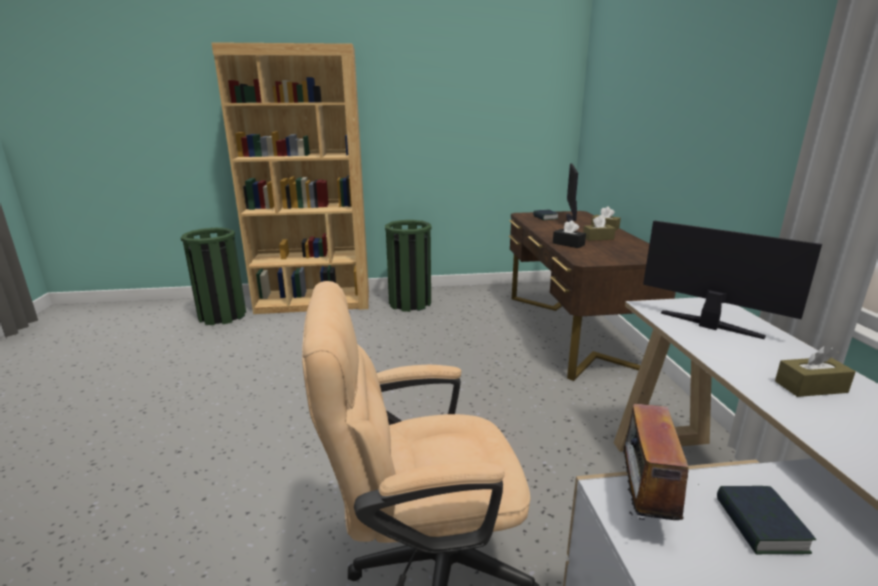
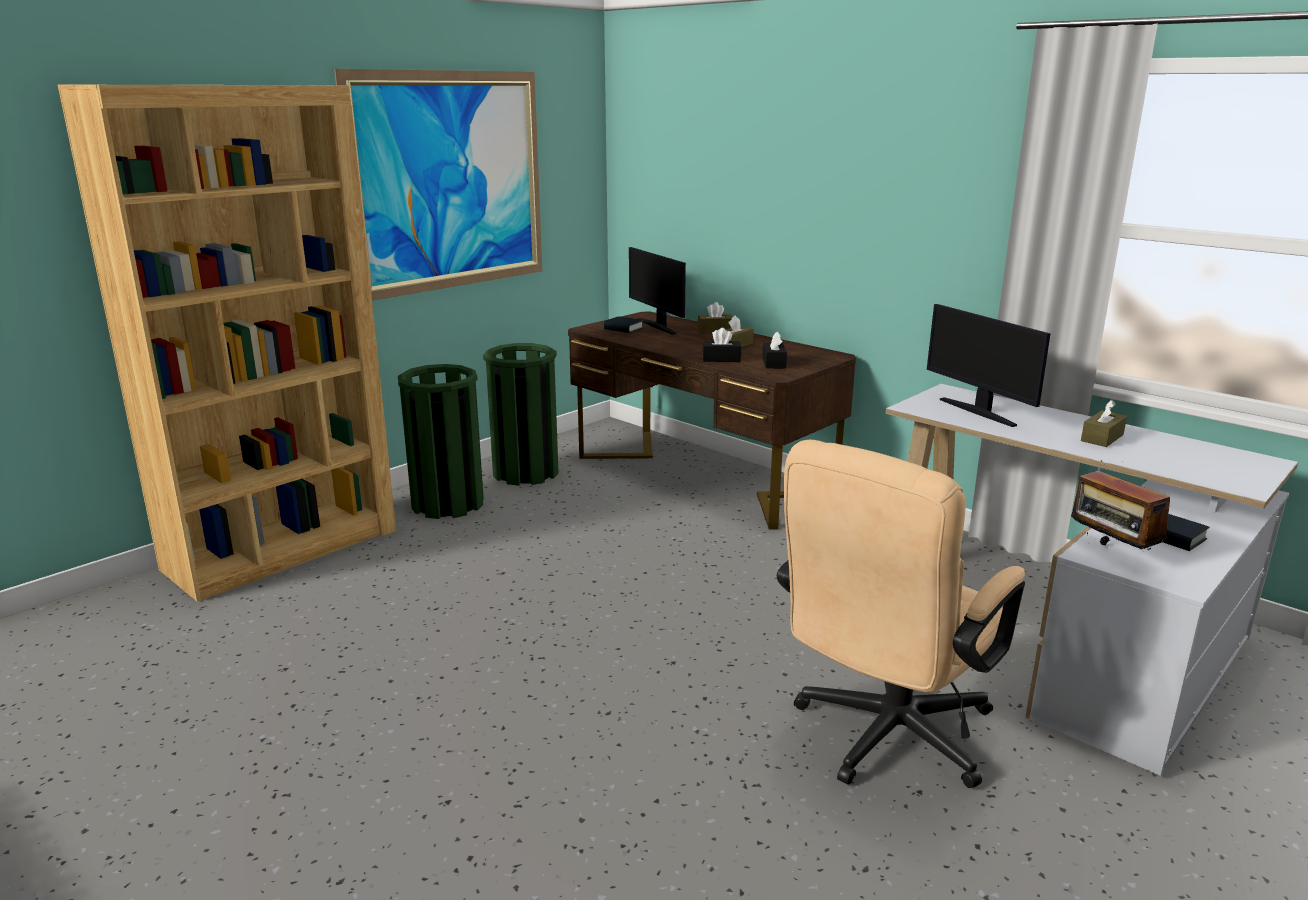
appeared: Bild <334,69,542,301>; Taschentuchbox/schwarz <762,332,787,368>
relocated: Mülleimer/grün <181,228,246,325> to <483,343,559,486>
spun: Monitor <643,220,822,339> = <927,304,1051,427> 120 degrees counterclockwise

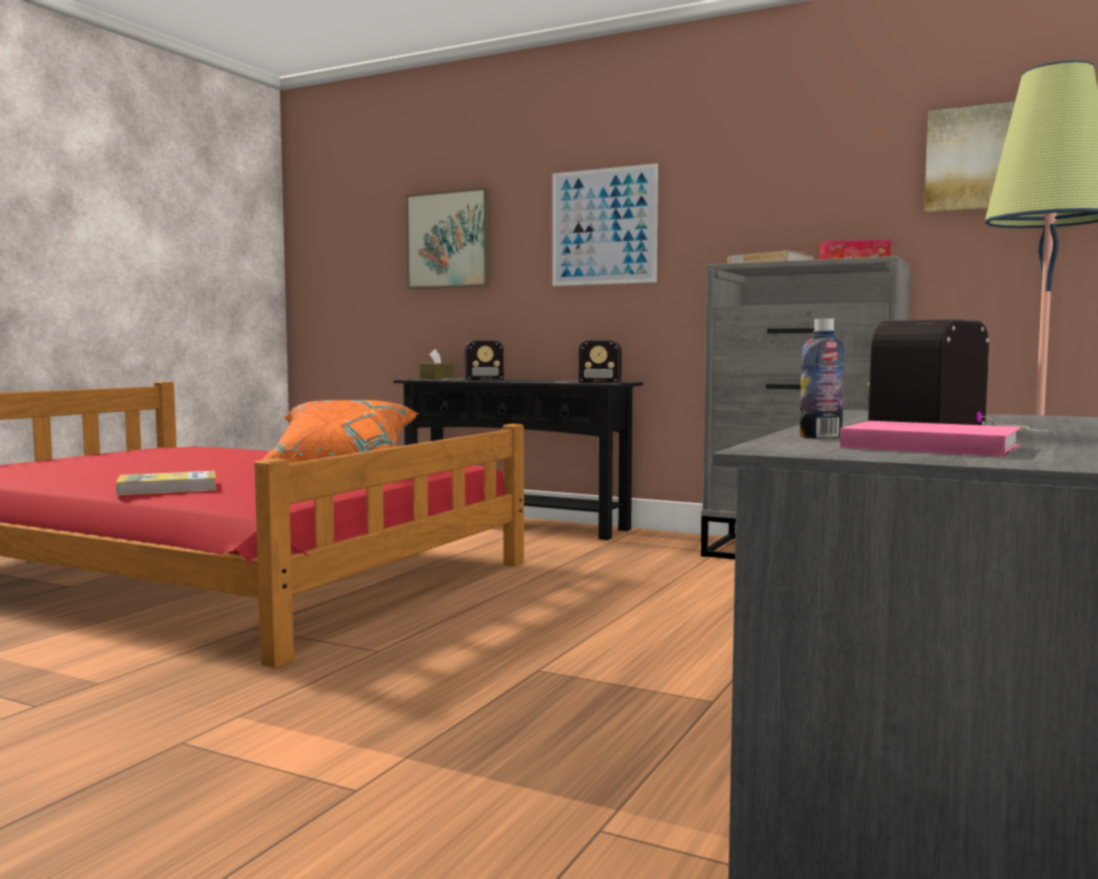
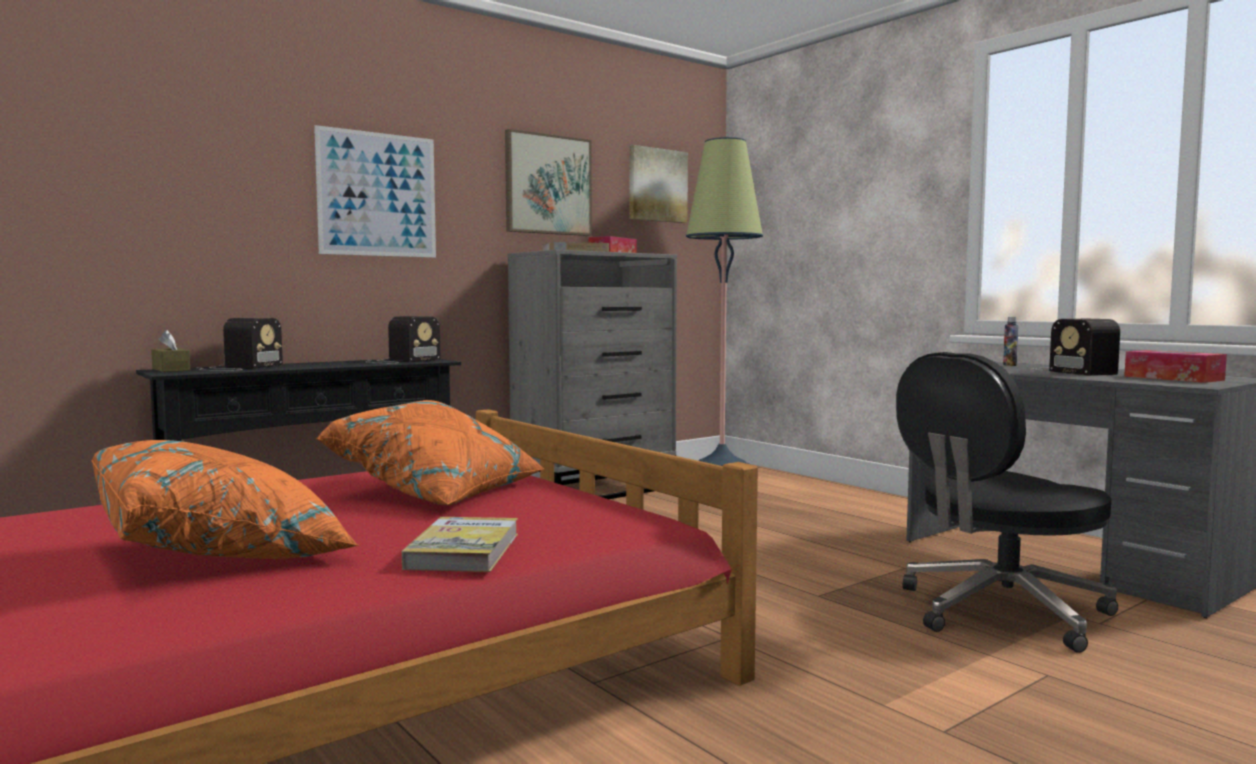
appeared: Kissen/orange <92,440,359,559>; Bürostuhl/schwarz <896,352,1118,653>
relocated: Bild <406,187,490,289> to <505,129,592,236>; Flasche <800,318,845,438> to <1003,317,1018,366>
exchanged: Buch/rosa <840,421,1020,457> to Taschentuchbox <1124,350,1227,383>

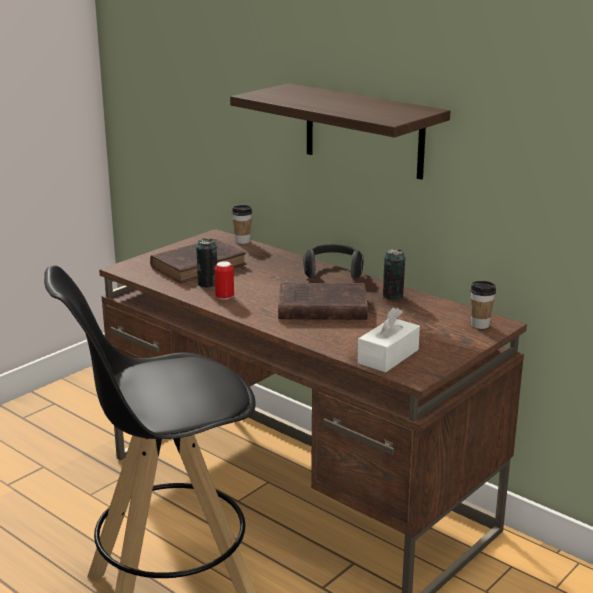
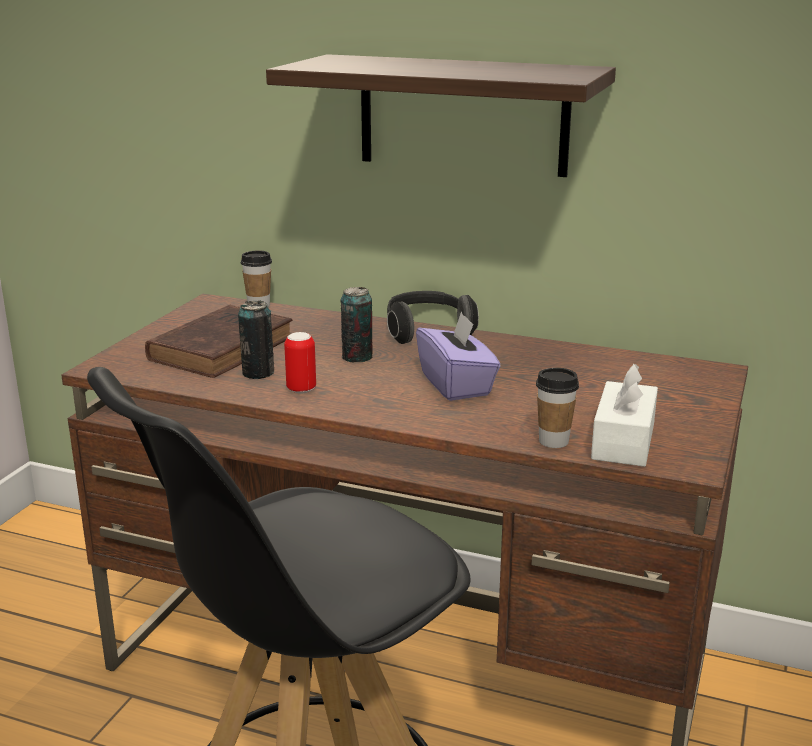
relocated: Dose <382,249,405,300> to <341,287,373,362>; Tasse <470,281,496,329> to <536,368,579,448>
exchanged: Buch/braun <278,283,368,320> to Taschentuchbox/lila <416,311,500,401>

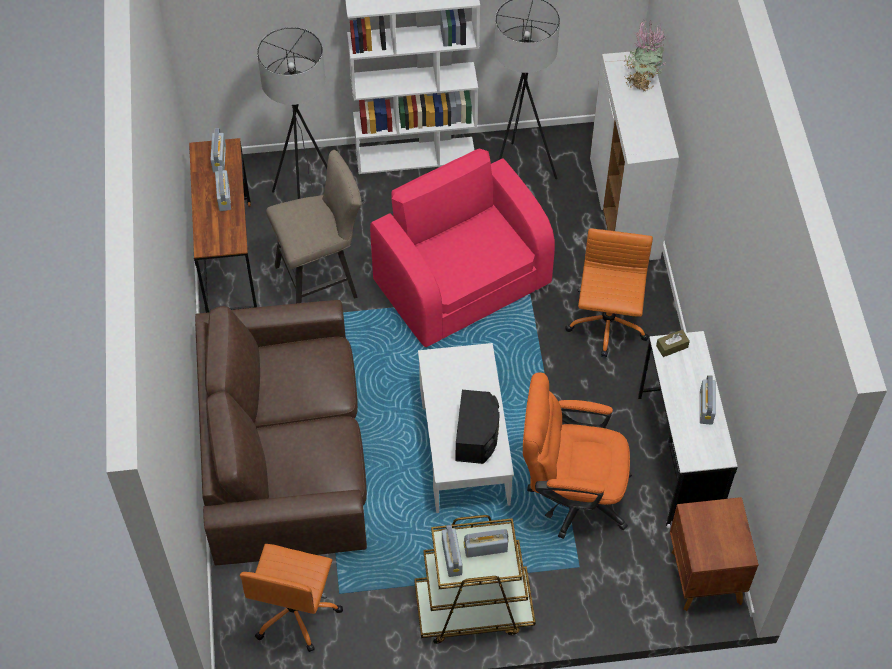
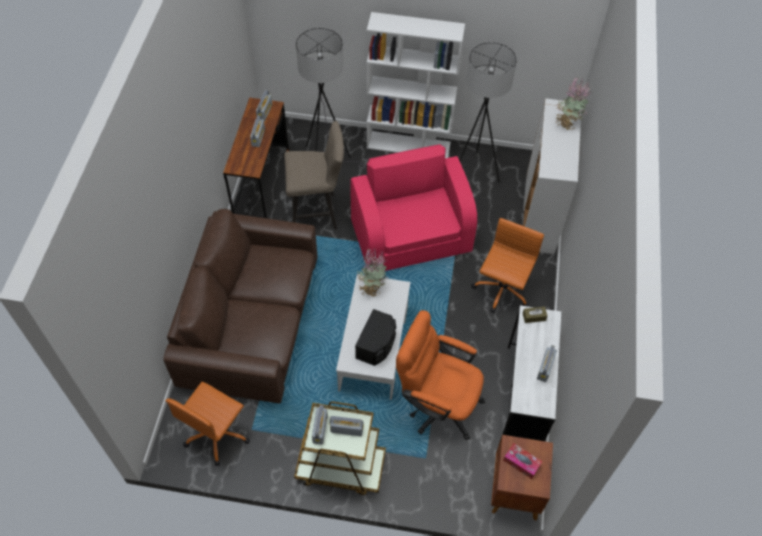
appeared: Topfpflanze <357,247,388,297>; Taschentuchbox <503,443,543,479>

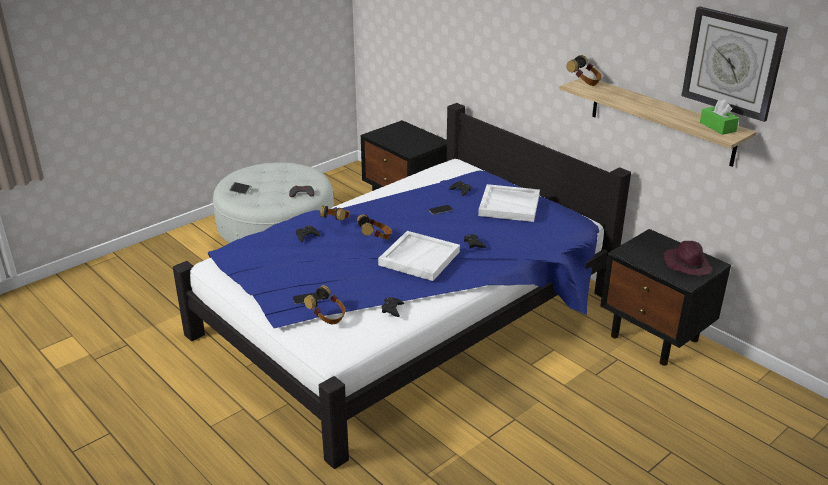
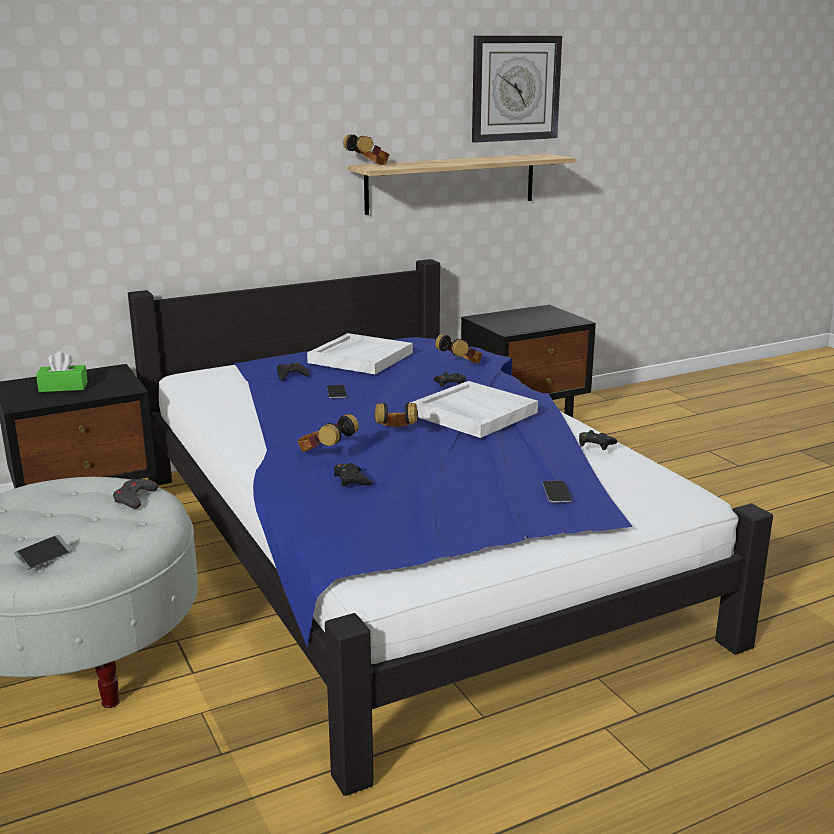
missing: Hut/lila <664,241,713,276>
relocated: Kopfhörer <304,285,346,324> to <435,334,483,363>; Taschentuchbox/grün <700,99,739,135> to <36,351,88,392>

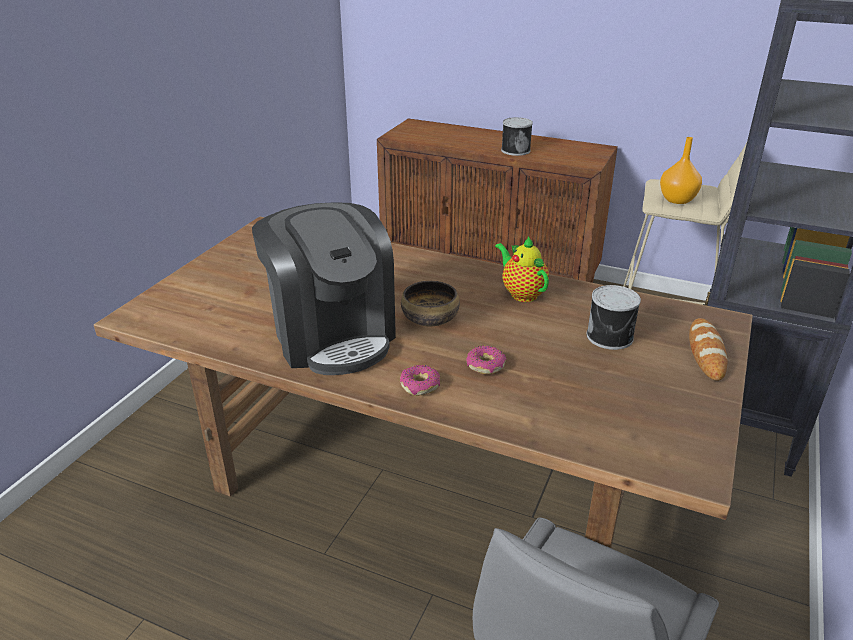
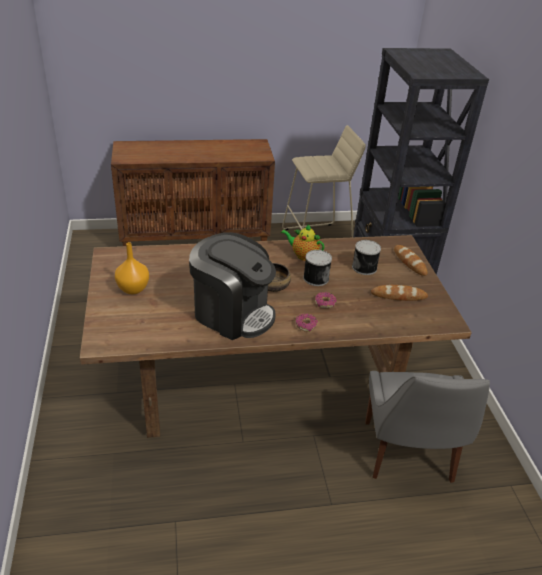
appeared: Brot <371,285,428,301>
relocated: Dose <501,117,533,156> to <303,250,332,286>; Vase/orange <660,137,702,204> to <115,242,149,294>

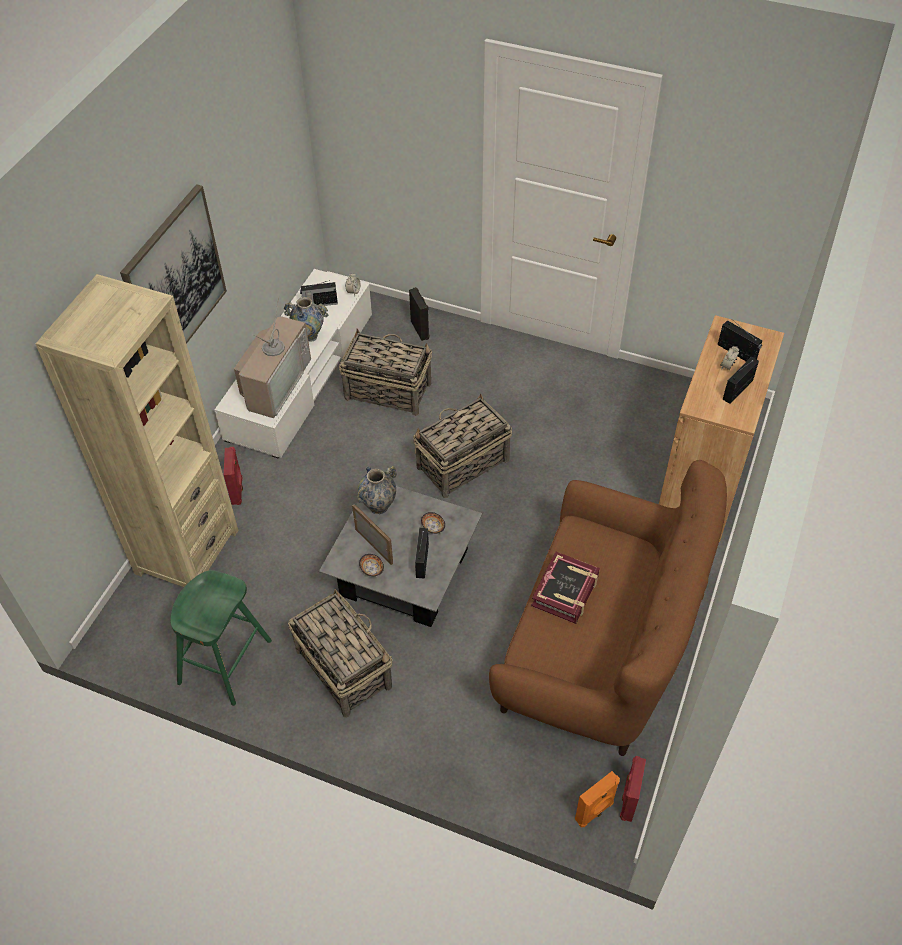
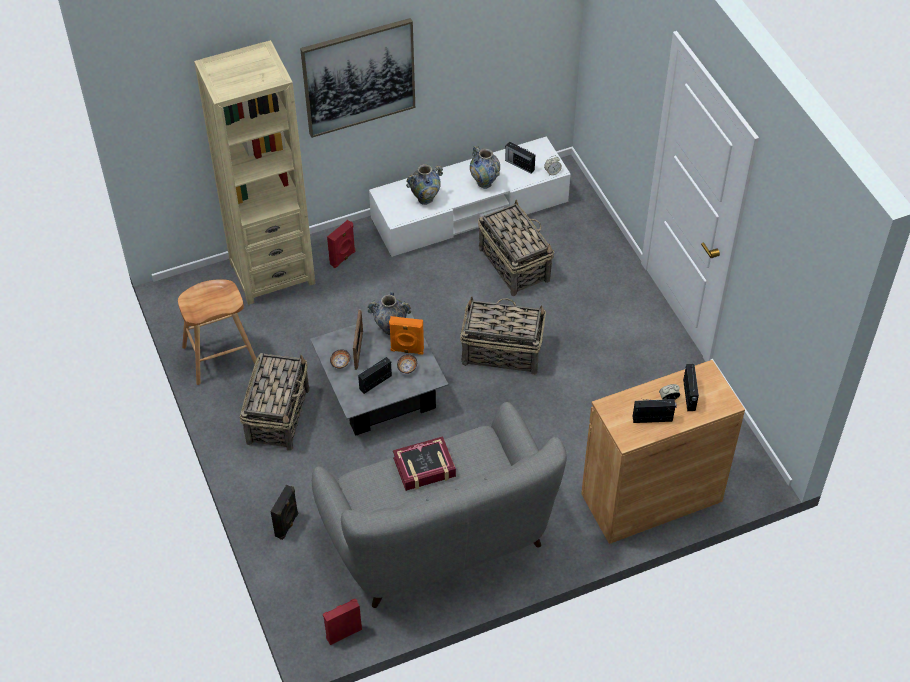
relocated: Lautsprecher/schwarz <409,287,429,341> to <270,485,298,540>; Lautsprecher/orange <575,771,620,828> to <389,316,424,355>
exchanged: Fernseher <234,298,311,418> to Vase <406,164,443,205>
colour: Hocker/grün <170,570,272,706> to Hocker/braun <178,279,257,385>; Sofa/braun <489,460,727,756> to Sofa/grau <312,402,567,608>

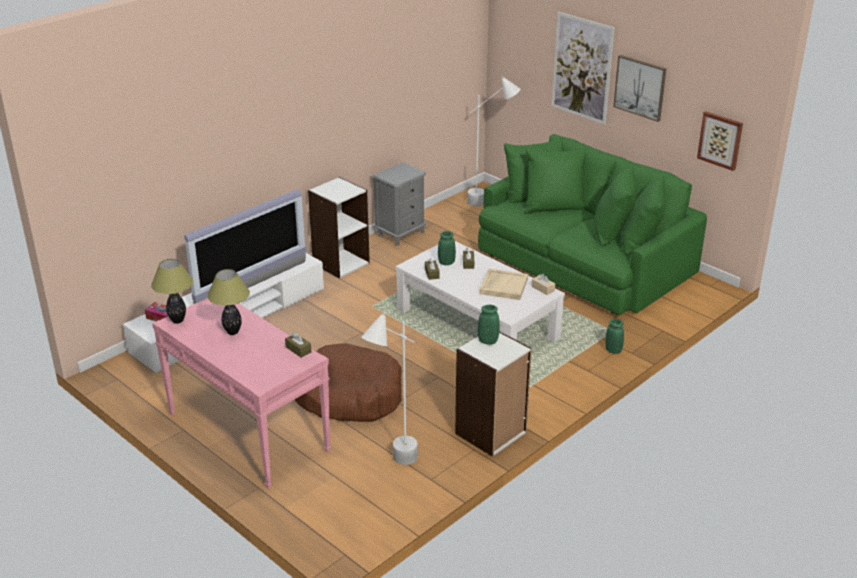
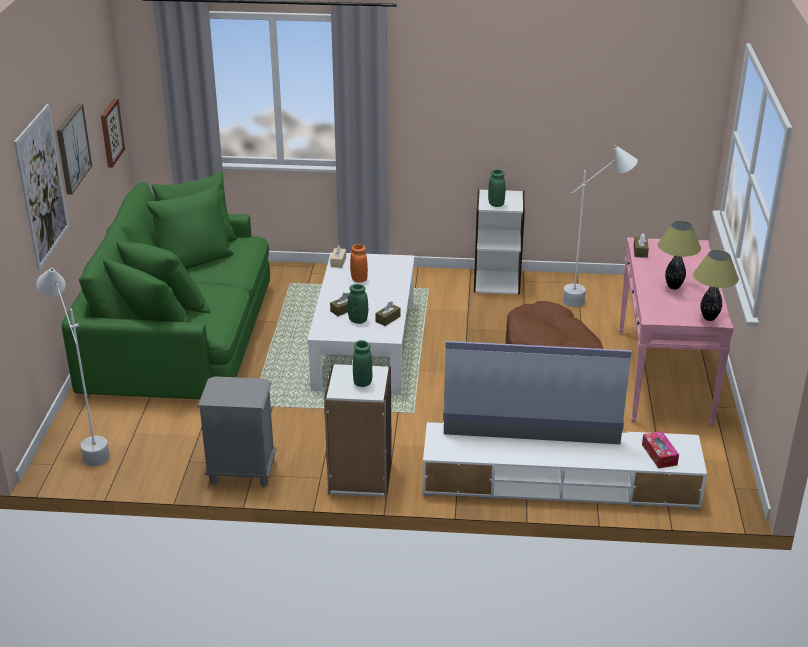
relocated: Vase/grün <605,319,624,354> to <353,340,372,387>
exchanged: Tablett/beige <479,269,528,300> to Vase/orange <350,244,368,283>

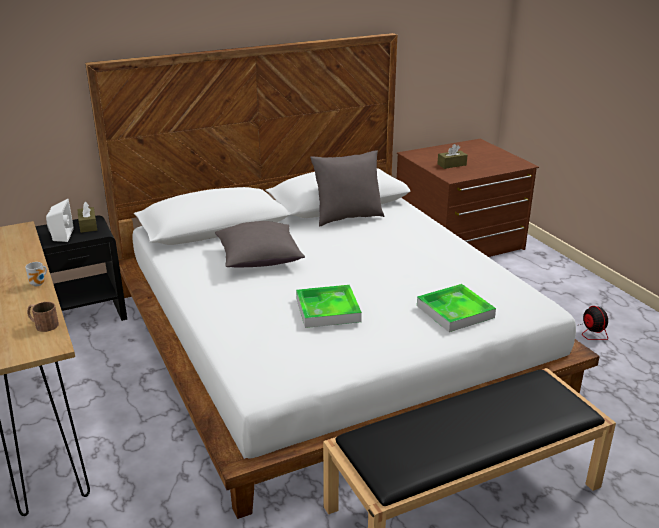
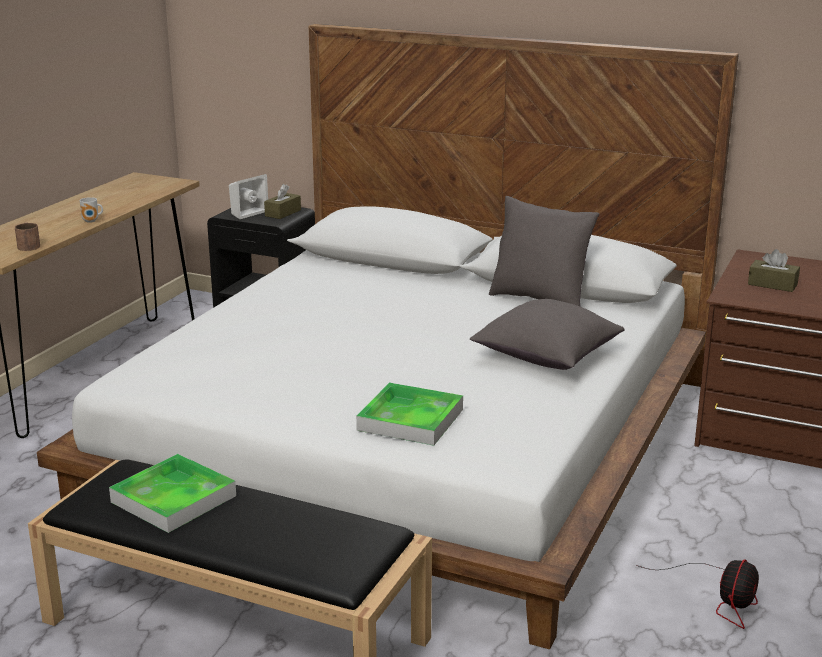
relocated: Kissen/grau <215,221,305,268> to <470,299,625,370>; Tablett <296,285,362,328> to <109,454,236,533>

